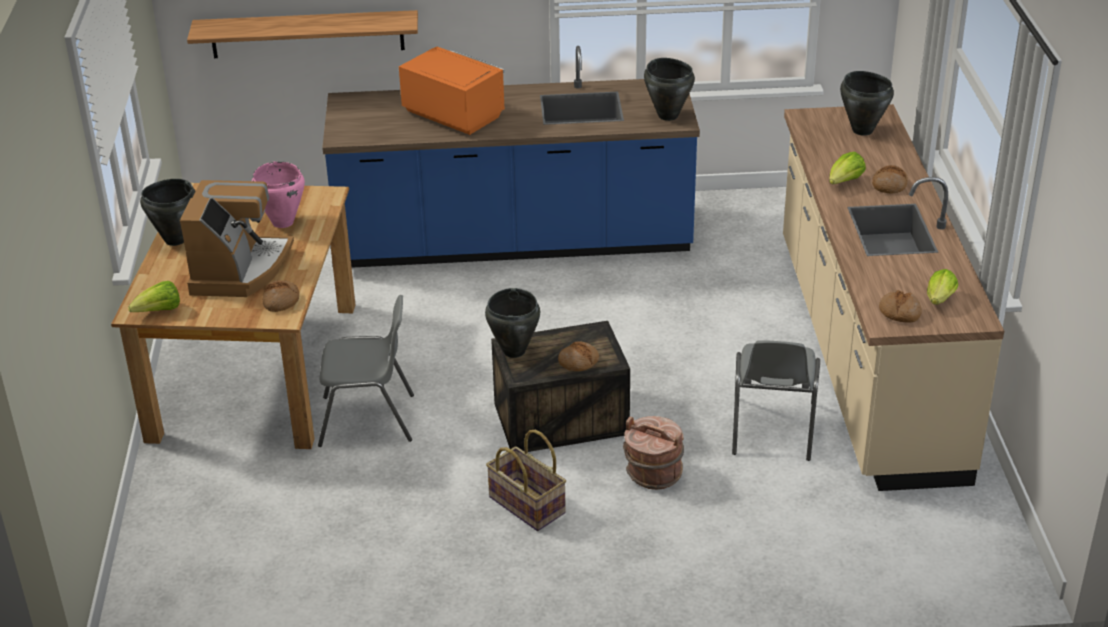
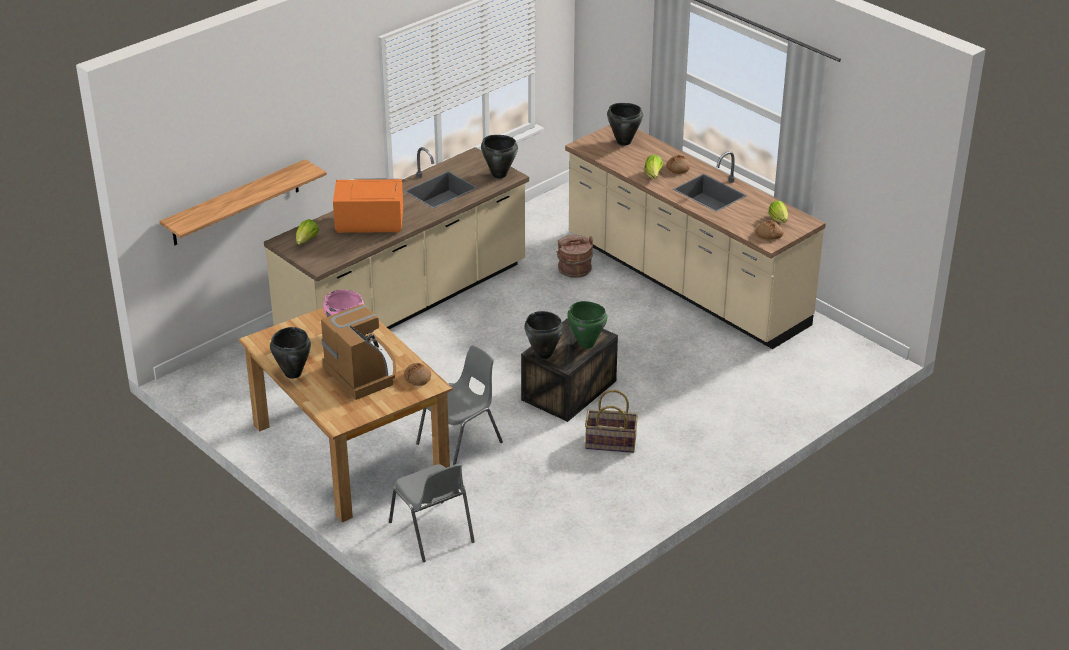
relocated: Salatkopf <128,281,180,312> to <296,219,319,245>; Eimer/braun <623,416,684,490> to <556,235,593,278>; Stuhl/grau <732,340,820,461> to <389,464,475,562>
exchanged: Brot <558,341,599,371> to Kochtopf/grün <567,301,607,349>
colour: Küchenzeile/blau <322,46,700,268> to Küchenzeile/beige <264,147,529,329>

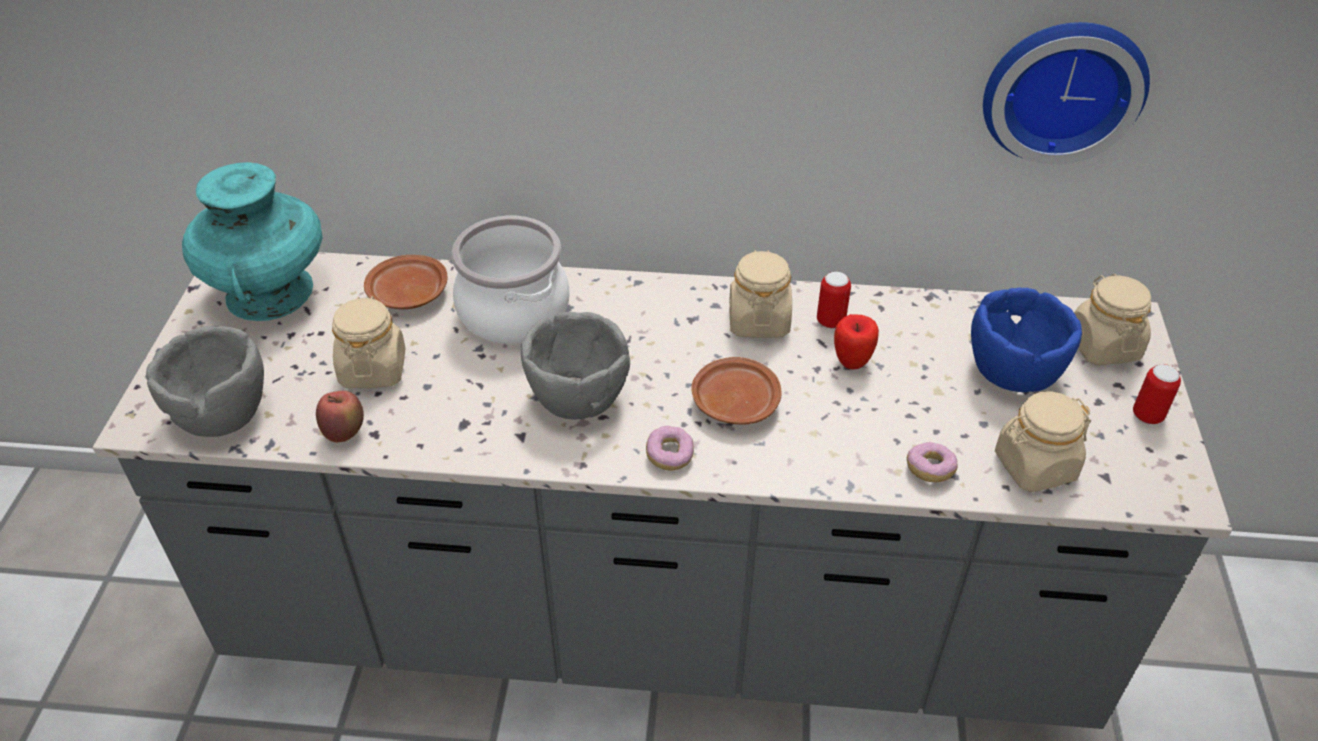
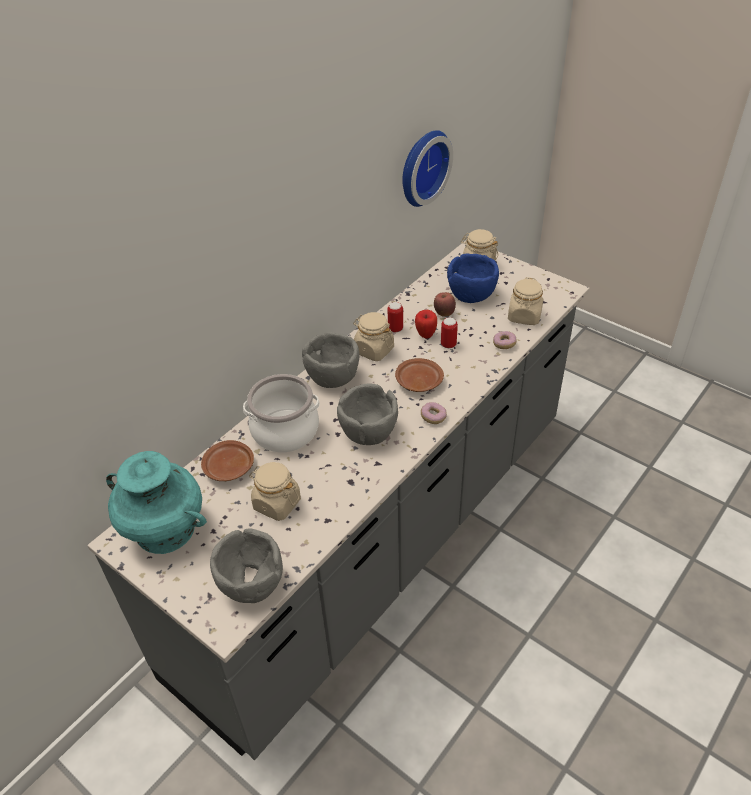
appeared: Schüssel/grau <302,332,360,388>
relocated: Apfel <316,391,364,442> to <434,292,456,316>; Dose <1133,364,1181,424> to <441,317,458,348>

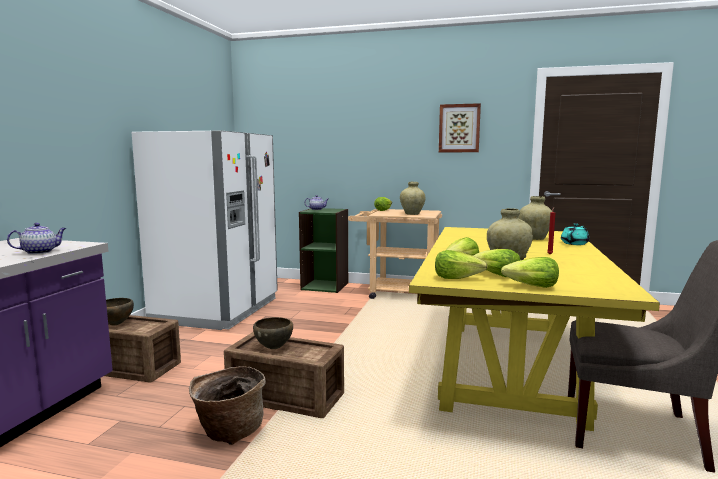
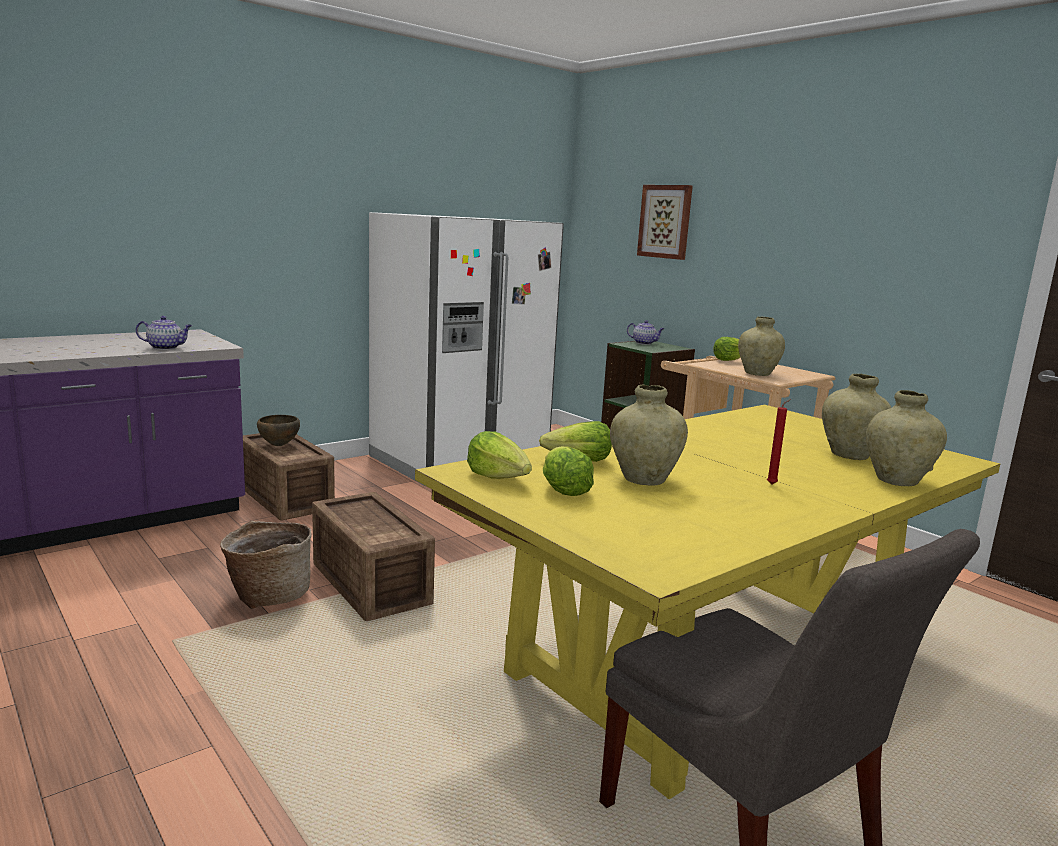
missing: Schüssel/braun <253,317,293,349>; Salatkopf <501,257,559,288>
relocated: Bild <439,103,481,152> to <637,185,693,260>
exchanged: Teekanne/türkis <561,223,589,245> to Vase/beige <866,390,947,486>

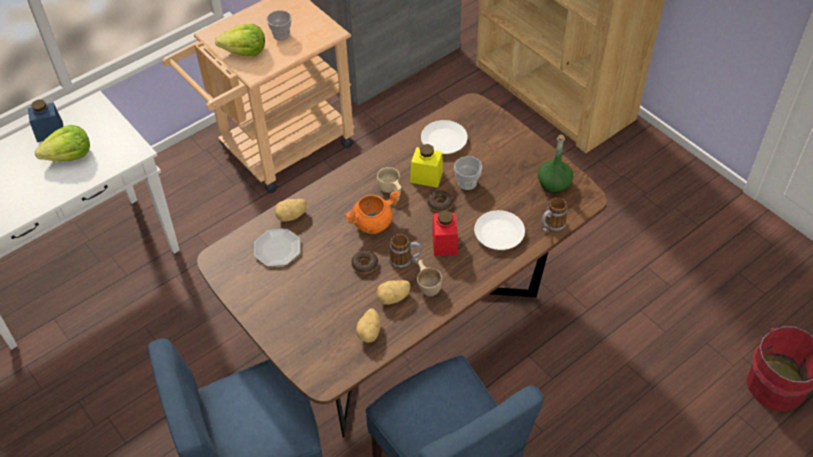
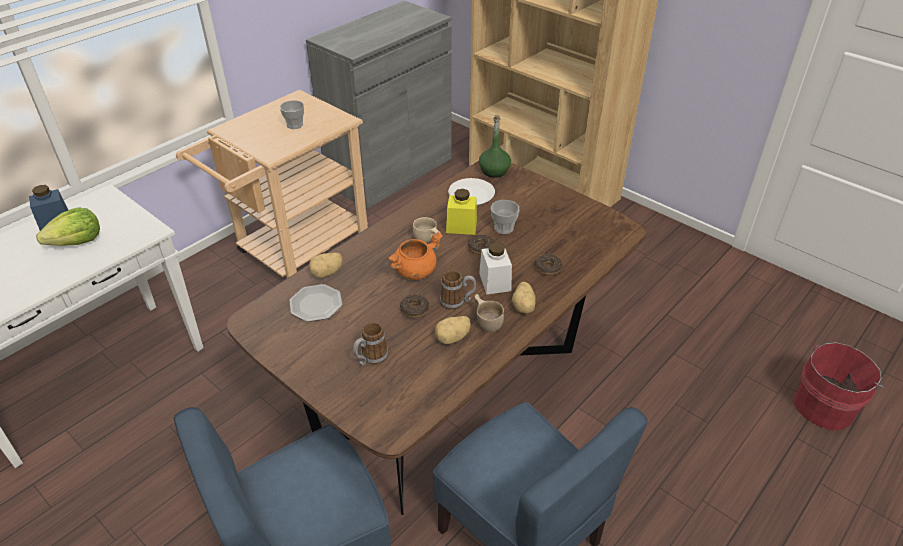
missing: Salatkopf <215,24,265,56>
relocated: Kartoffel <356,308,380,343> to <512,282,536,313>; Flasche/grün <538,135,573,193> to <479,115,511,178>; Henkelbecher <541,197,567,232> to <353,322,388,365>
exchanged: Teller/weiß <474,210,525,250> to Donut <535,254,562,276>
colour: Vorratsglas/rot <432,211,458,256> to Vorratsglas/weiß <479,242,512,295>

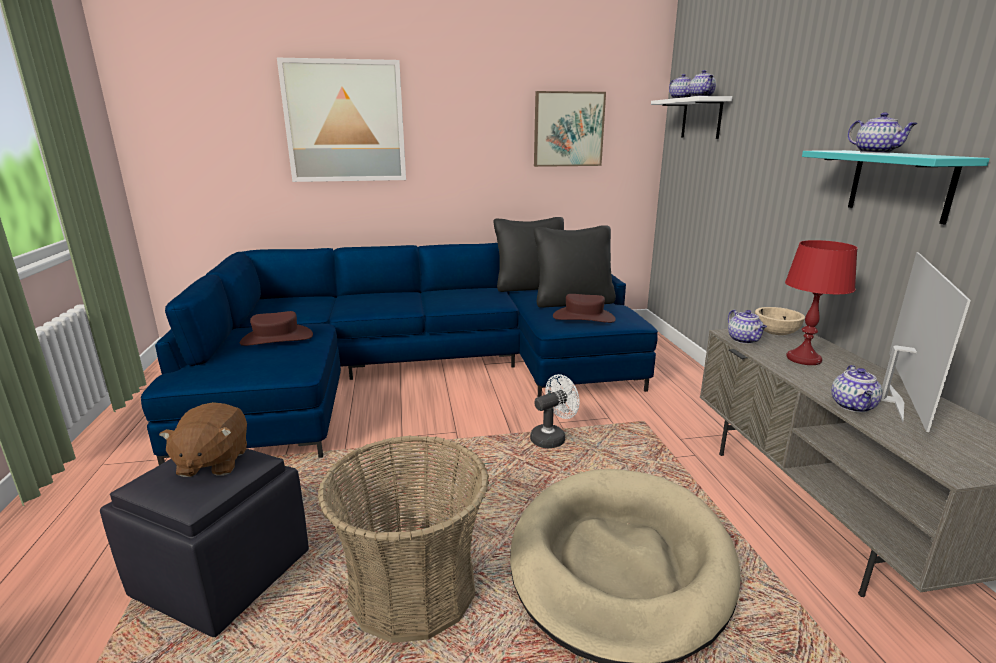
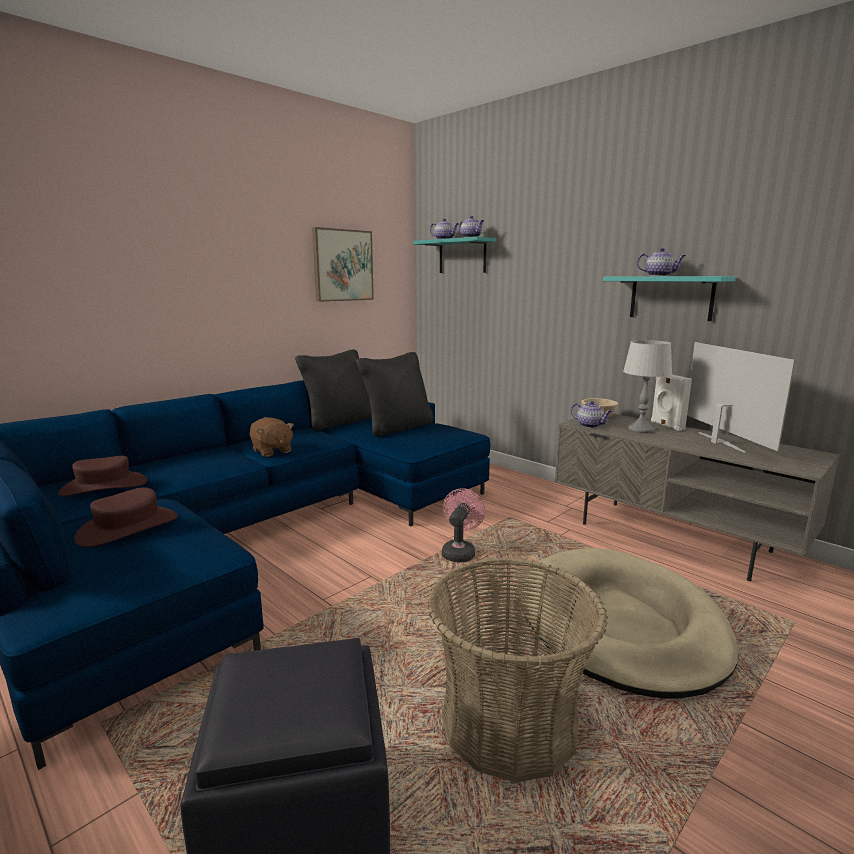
missing: Bild <277,58,406,182>; Teekanne <831,365,883,412>
appeared: Lautsprecher/weiß <651,375,692,431>
relocated: Plüschtier/braun <159,402,247,477> to <250,417,294,457>; Hut/braun <553,294,616,323> to <58,456,147,496>
colour: Ventilator/weiß <530,374,580,448> to Ventilator/rosa <442,488,485,562>; Wandregal/weiß <651,96,732,139> to Wandregal/türkis <413,237,497,273>; Tischlampe/rot <785,240,858,365> to Tischlampe/grau <623,340,672,433>

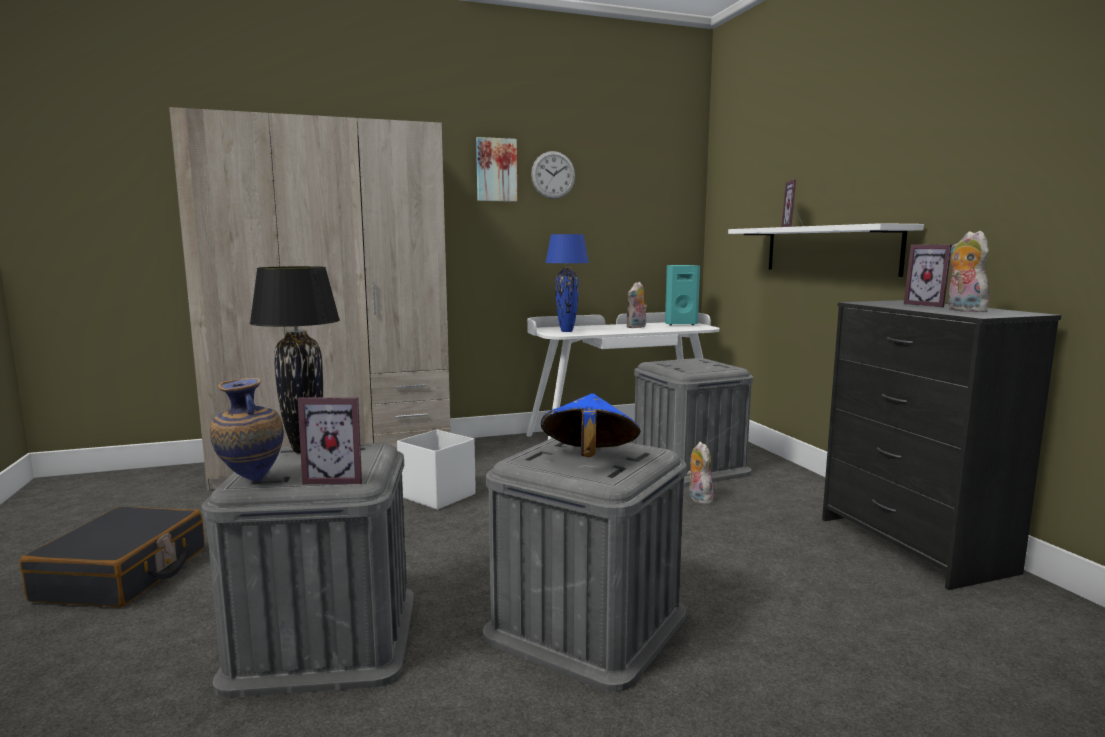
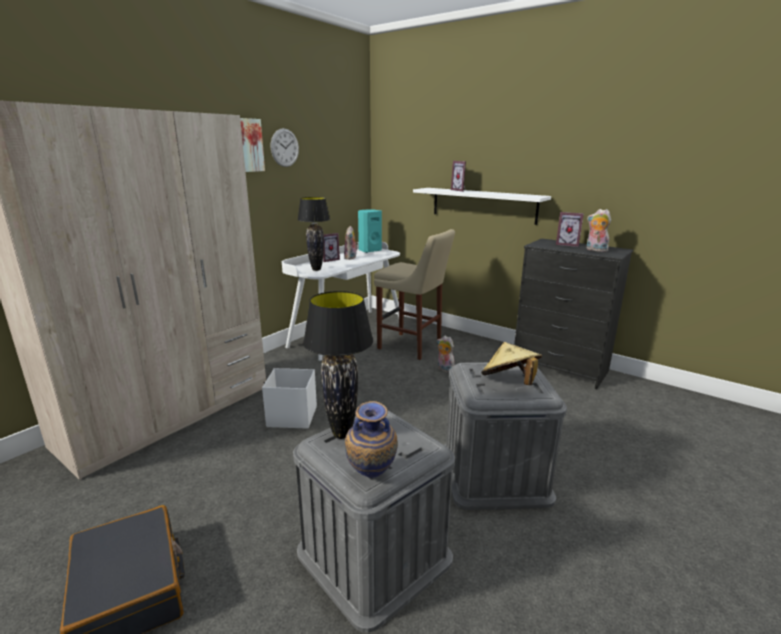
relocated: Bilderrahmen <297,397,362,485> to <323,233,340,262>
exchanged: Aufbewahrungsbox/grau <634,358,753,487> to Hocker/beige <374,229,455,360>
colour: Hut/blau <541,393,641,457> to Hut/beige <481,342,542,385>; Tischlampe/blau <545,234,589,332> to Tischlampe/schwarz <297,197,330,271>

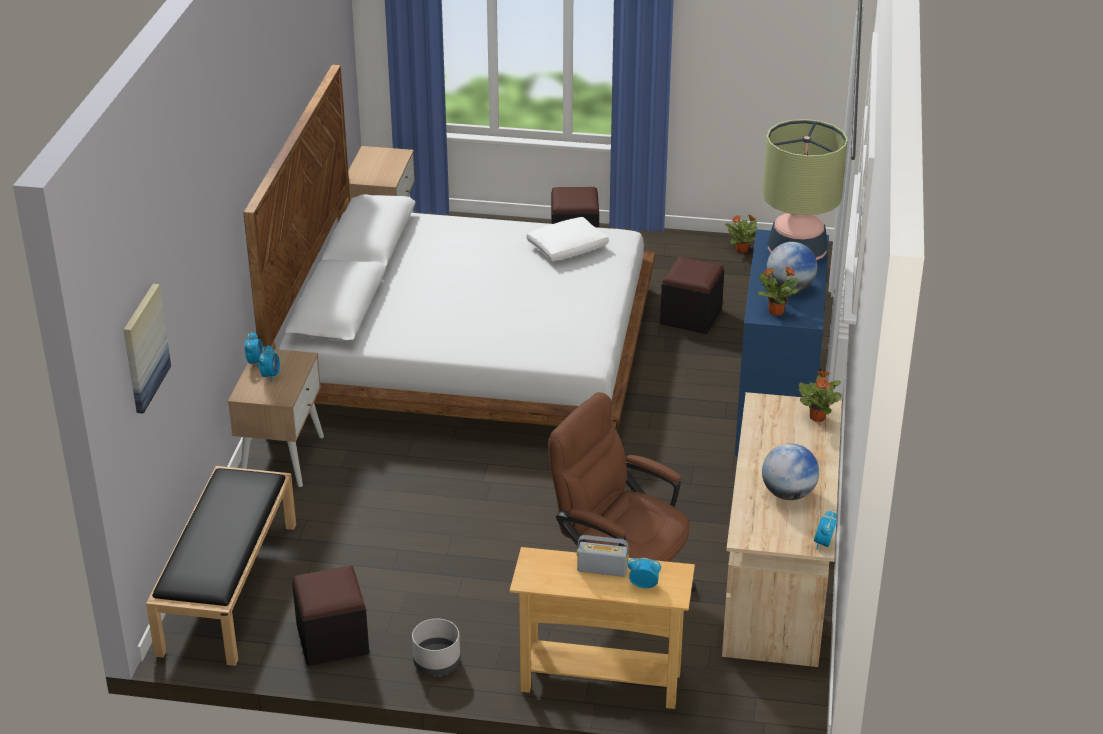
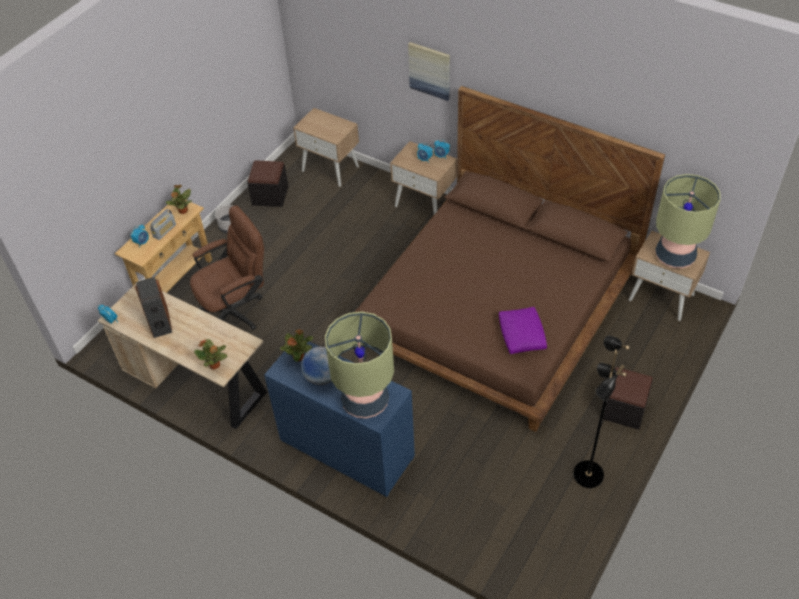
missing: Polsterhocker/schwarz <660,257,724,334>
appeared: Stehlampe/schwarz <573,335,630,488>; Tischlampe <655,174,721,268>
relocated: Bild <124,284,171,414> to <408,42,450,101>; Topfpflanze <725,214,757,253> to <166,184,192,214>
exchanged: Bank/schwarz <146,466,296,666> to Nachttisch/beige <293,108,359,187>; Globus <762,443,819,500> to Lautsprecher <135,277,172,338>
colour: Bett/weiß <243,65,655,428> to Bett/braun <355,86,665,432>; Kissen/weiß <527,217,609,261> to Kissen/lila <499,307,547,354>

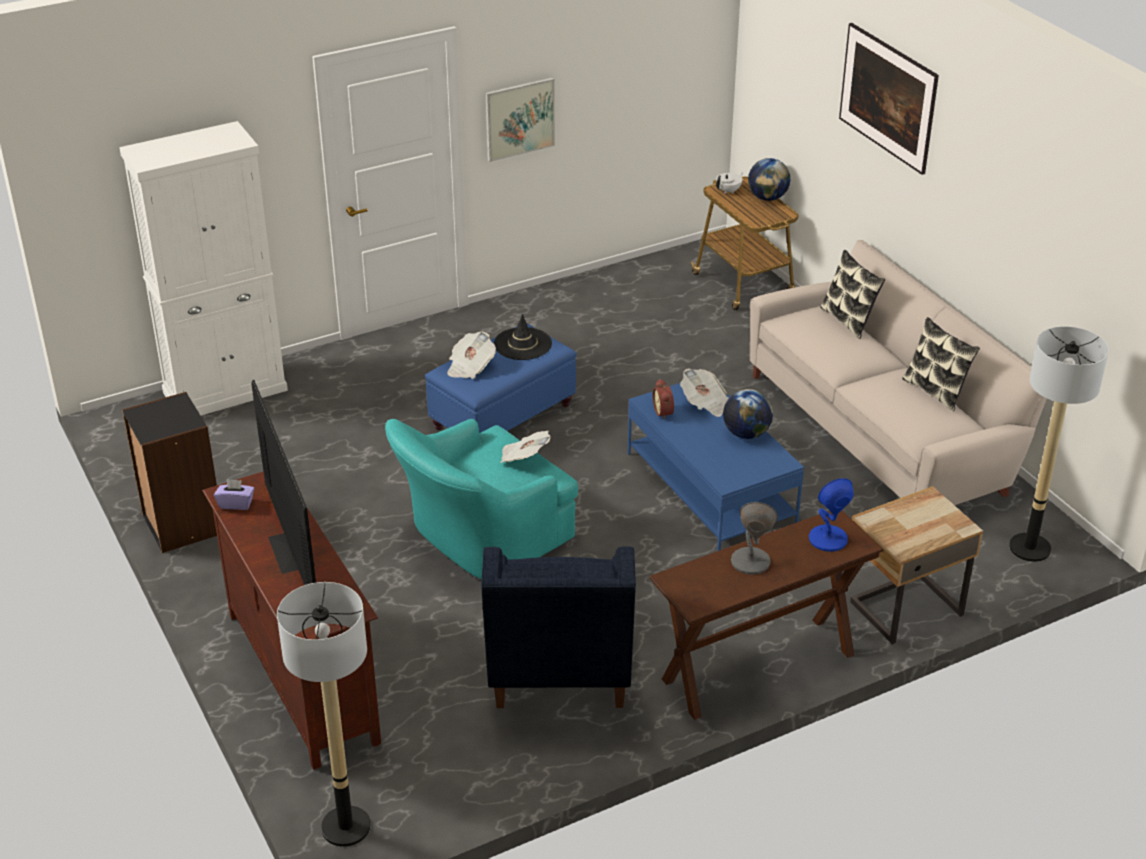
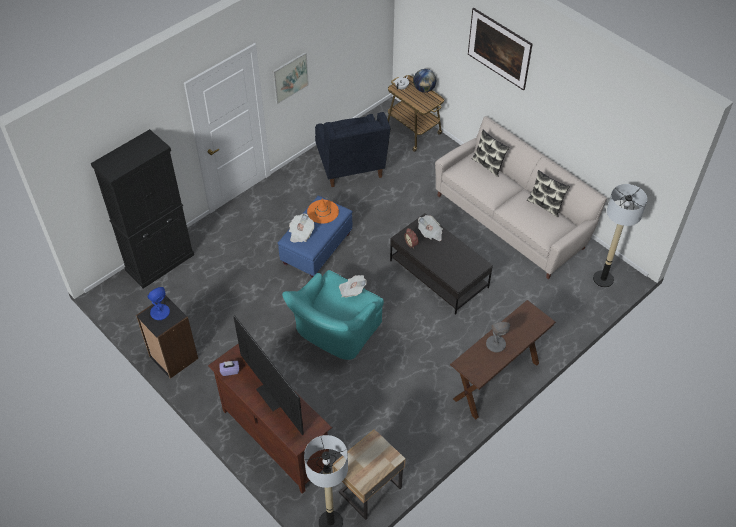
missing: Globus <723,389,773,439>
relocated: Sessel/blau <481,546,636,708> to <315,112,390,187>; Tischlampe/blau <809,478,854,552> to <148,287,170,320>; Nachttisch/beige <850,486,983,644> to <332,429,406,520>
colour: Schrank/weiß <119,121,288,416> to Schrank/schwarz <91,129,194,289>; Hut/schwarz <494,313,552,360> to Hut/orange <307,198,339,224>; Couchtisch/blau <628,383,804,551> to Couchtisch/schwarz <390,213,493,315>

